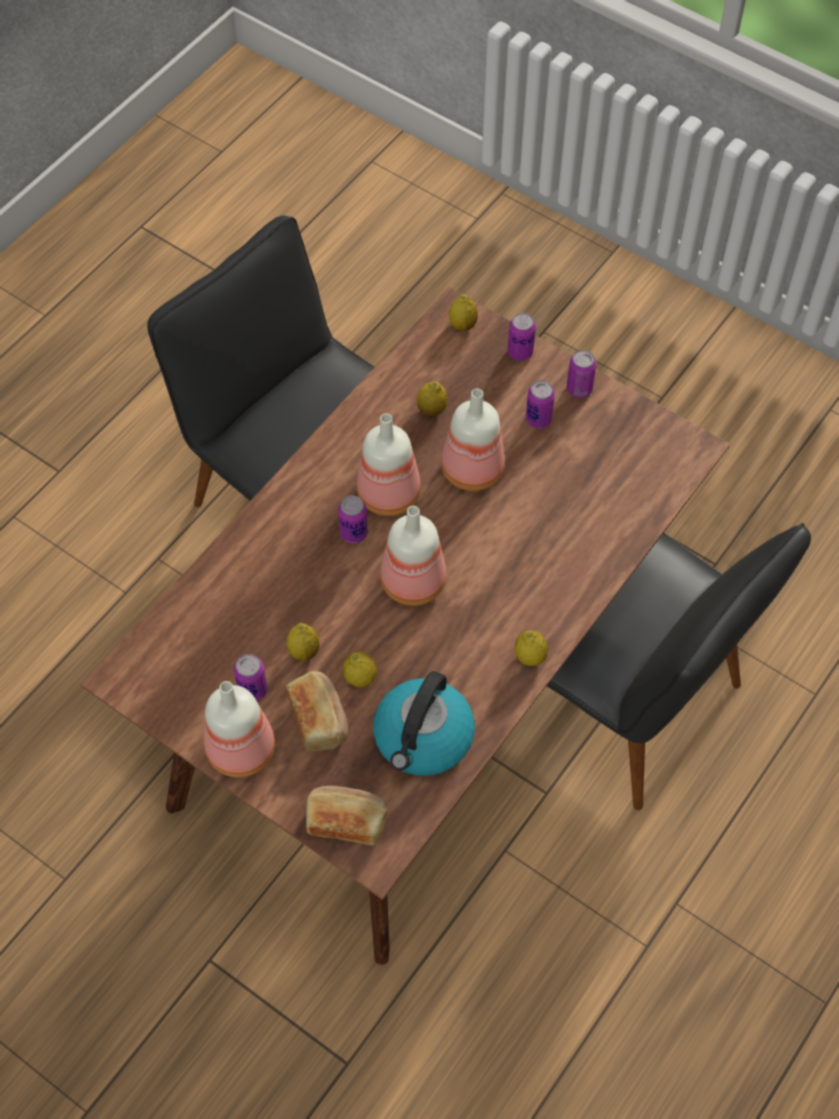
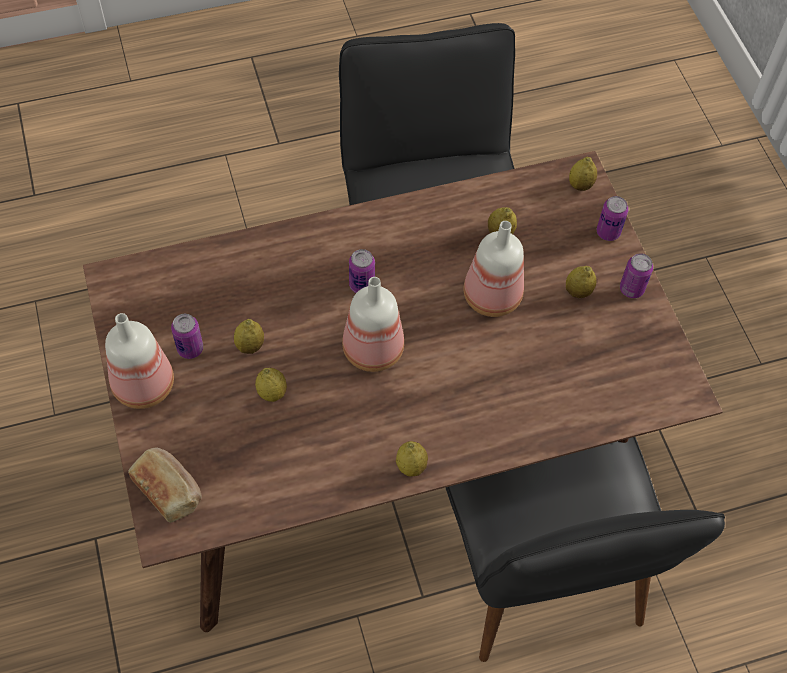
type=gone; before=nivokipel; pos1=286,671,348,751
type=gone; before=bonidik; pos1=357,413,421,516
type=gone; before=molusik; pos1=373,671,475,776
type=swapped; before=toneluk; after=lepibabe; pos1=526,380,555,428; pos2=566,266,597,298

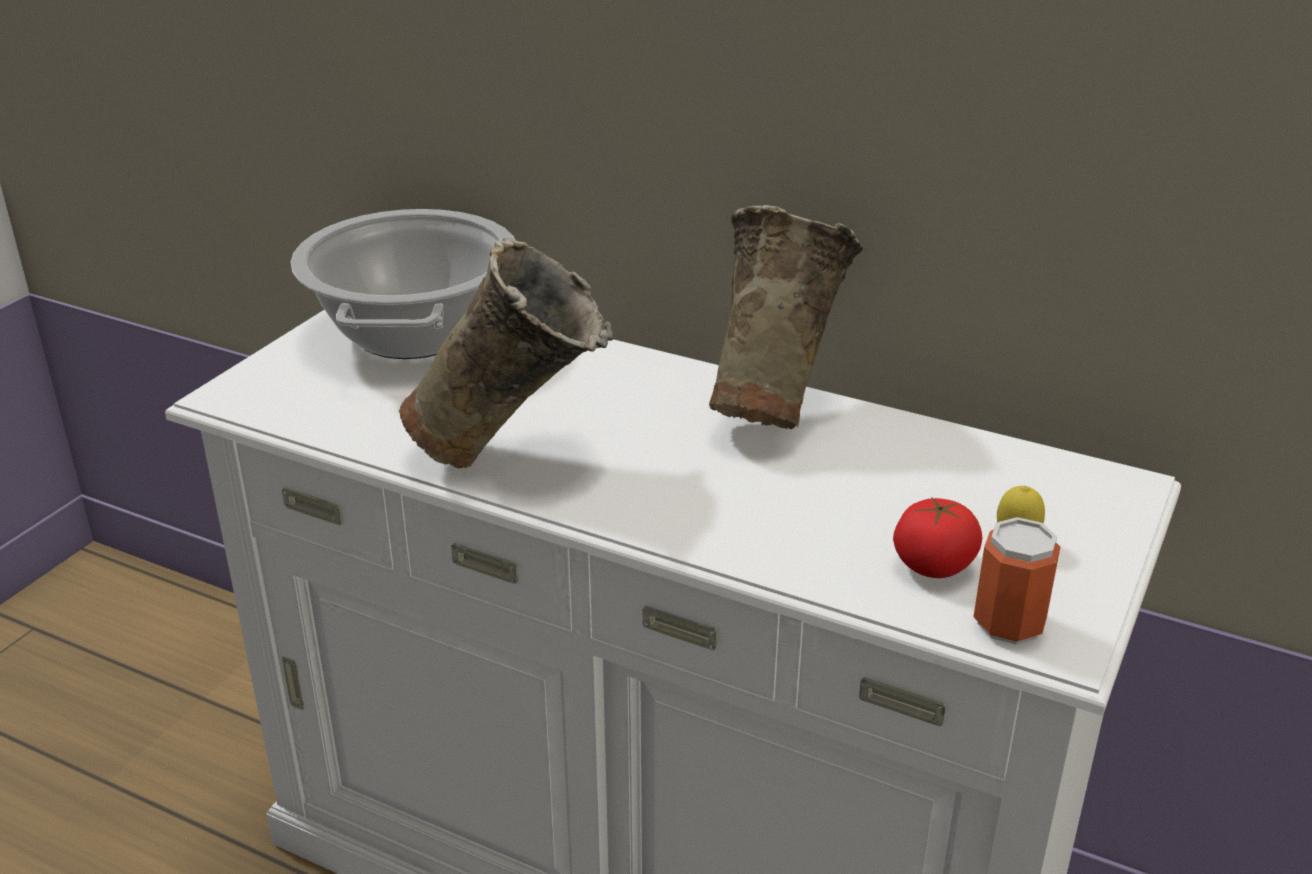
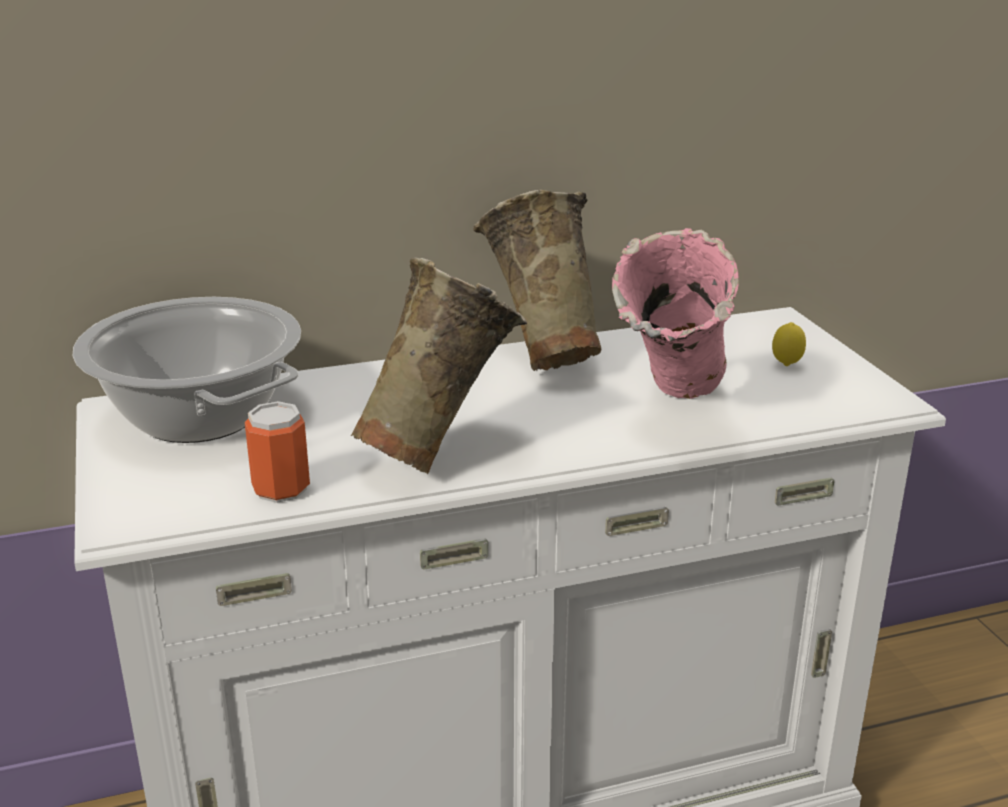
type=gone; before=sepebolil; pos1=893,497,982,578
type=shifted; before=toneluk; pos1=973,517,1060,644; pos2=245,401,310,503
type=new; after=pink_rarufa; pos2=612,228,739,399

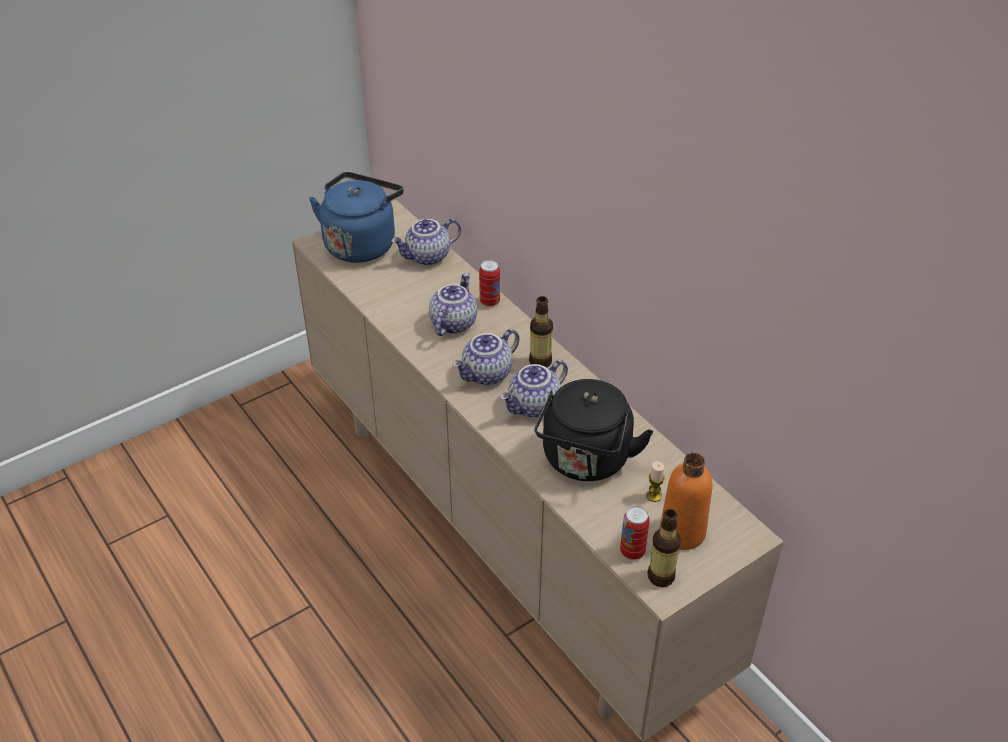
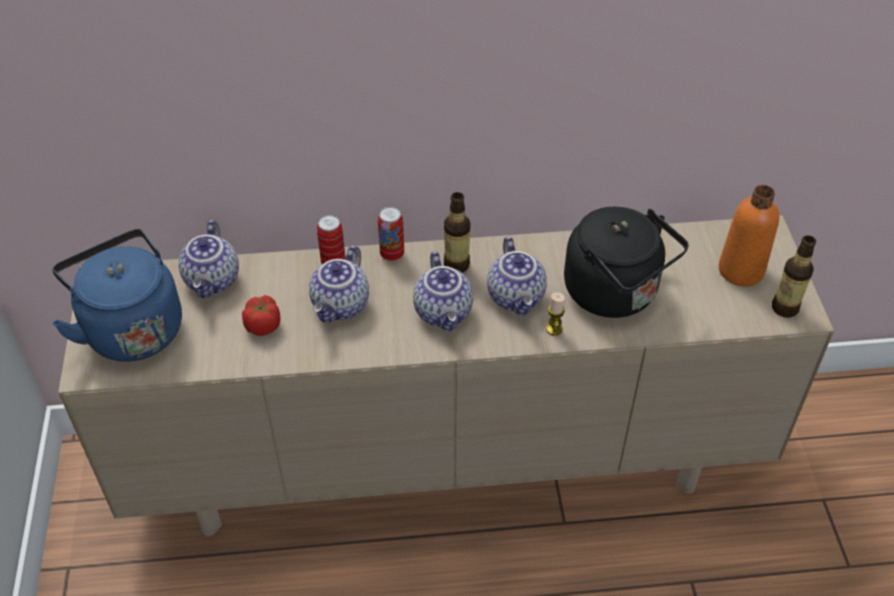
type=rotated; before=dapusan; pos1=429,273,477,336; pos2=309,245,369,322; turn=-120
type=shifted; before=toneluk; pos1=620,506,650,560; pos2=378,207,404,261
type=shifted; before=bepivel; pos1=646,461,665,502; pos2=546,292,565,335
type=new; after=sepebolil; pos2=242,295,280,336

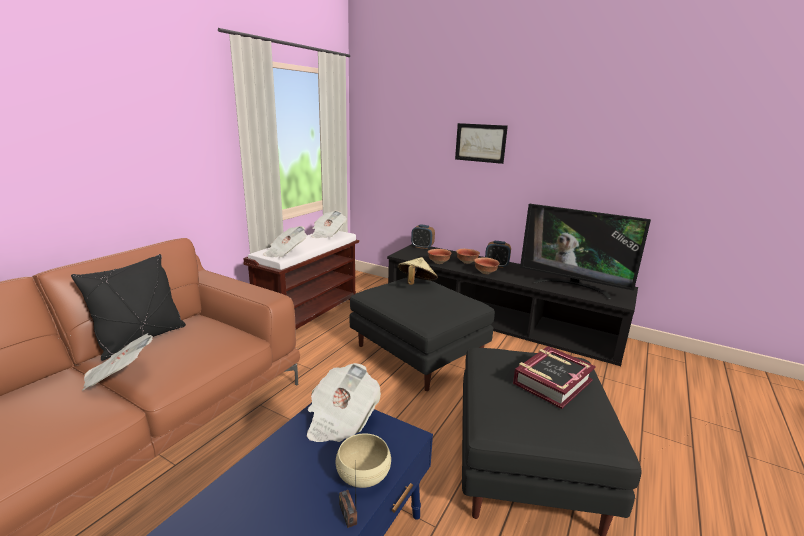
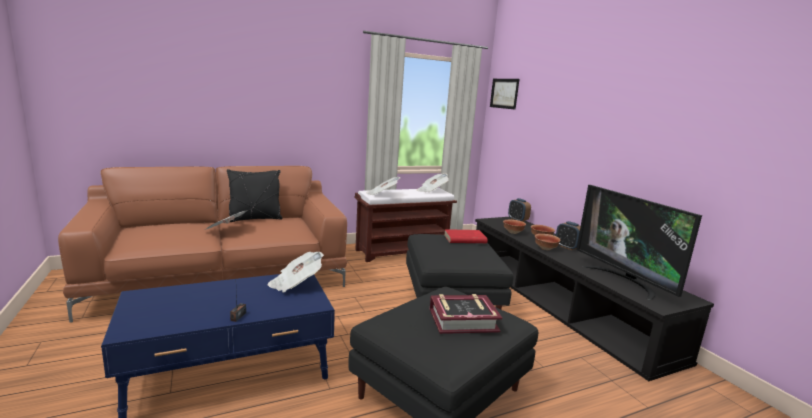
type=gone; before=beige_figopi; pos1=336,433,391,488
type=swapped; before=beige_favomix; after=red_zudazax; pos1=397,257,438,285; pos2=444,229,488,243
type=shifted; before=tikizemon; pos1=455,123,508,164; pos2=490,79,519,110

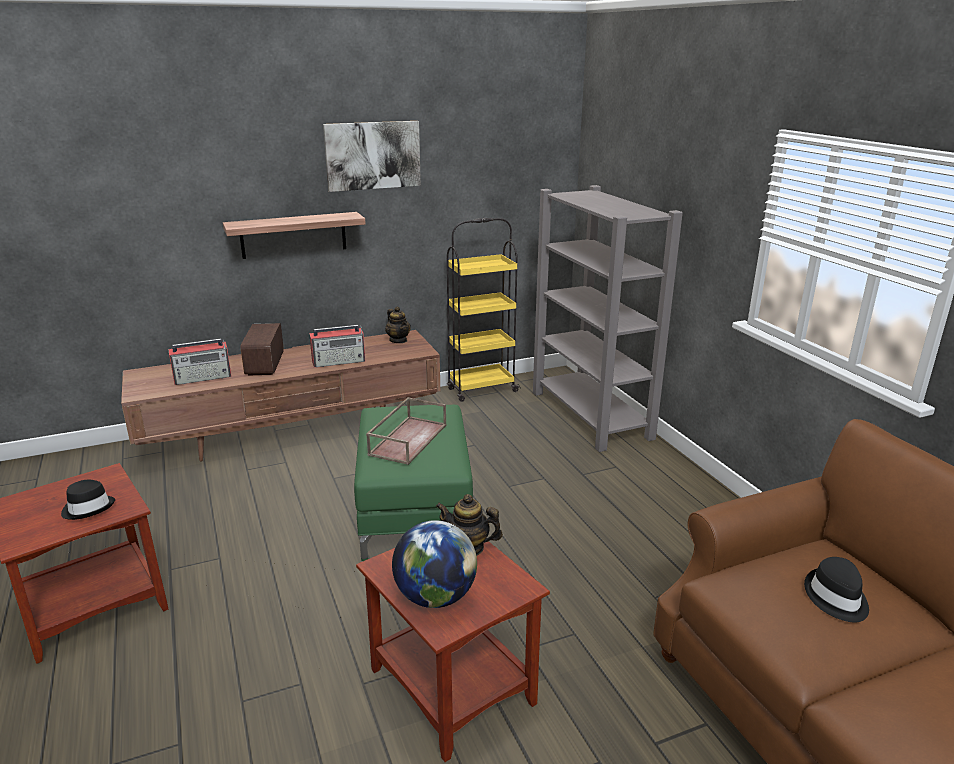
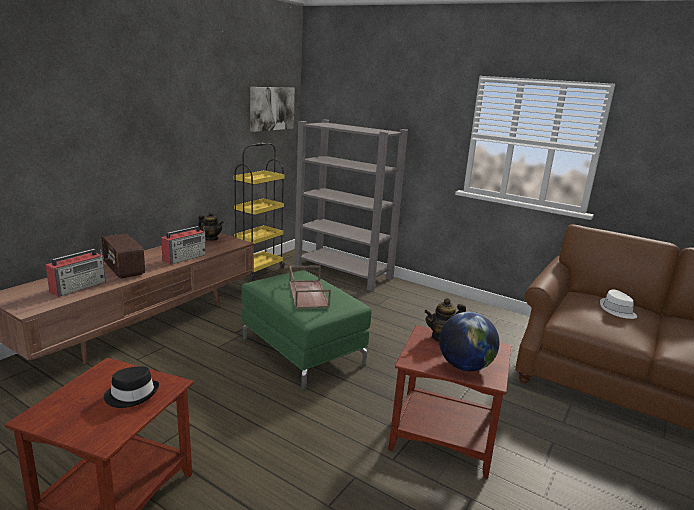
type=gone; before=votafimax; pos1=223,212,366,259
type=shifted; before=tikizemon; pos1=323,121,421,192; pos2=250,87,295,132
type=repainted; before=black_favomix; after=white_favomix; pos1=804,557,869,623; pos2=600,290,637,319

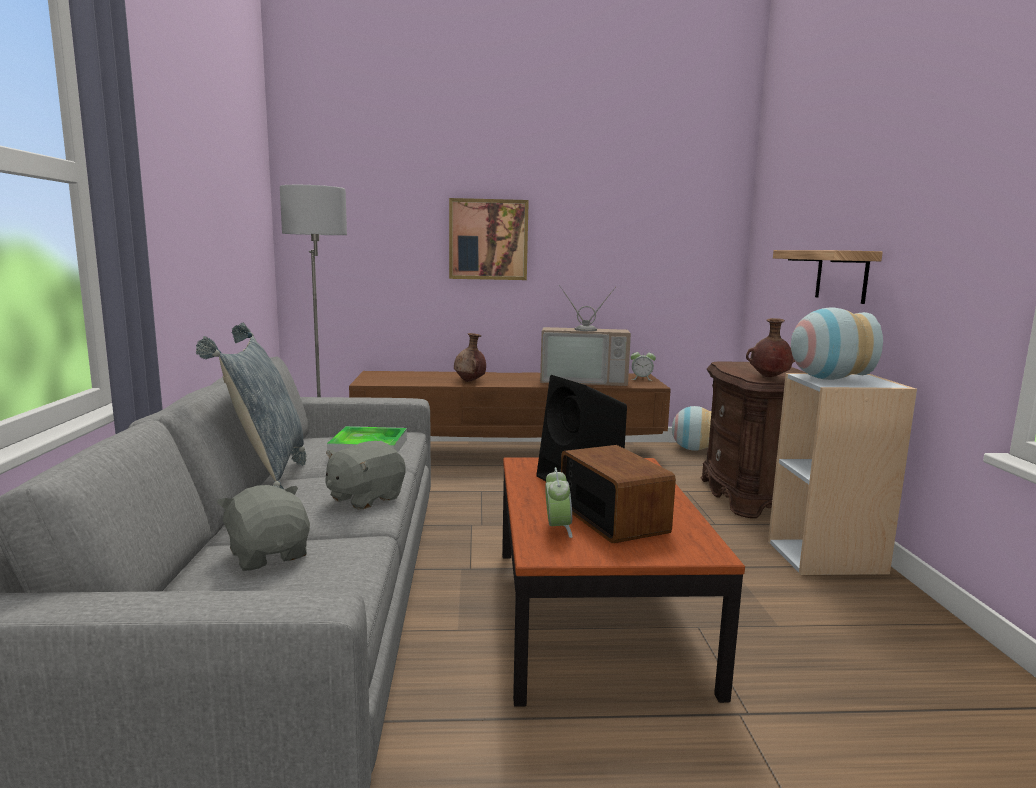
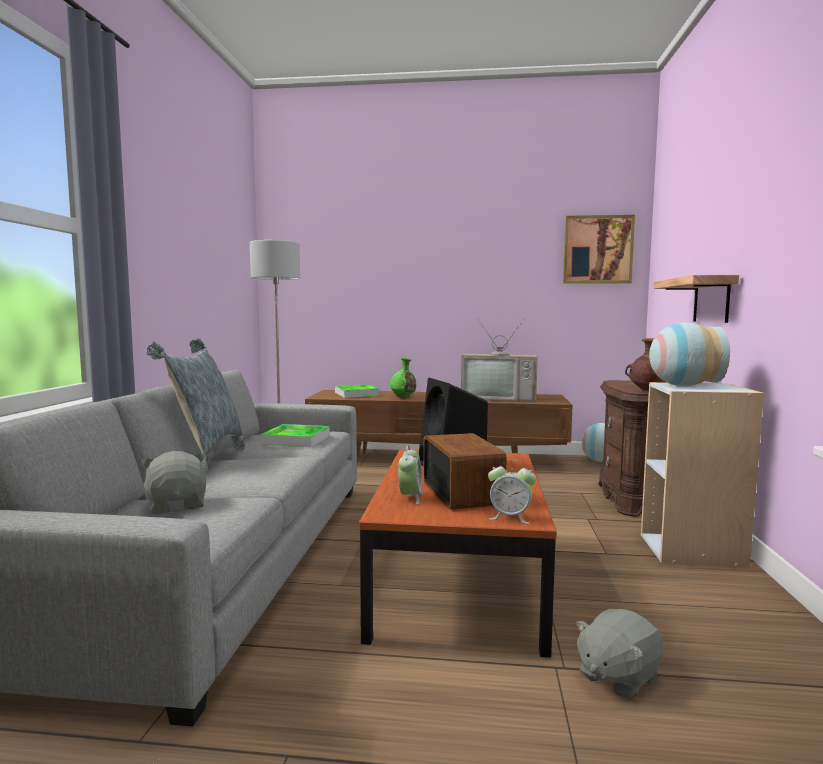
type=shifted; before=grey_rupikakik; pos1=326,441,406,510; pos2=575,609,663,700
type=shifted; before=tikizemon; pos1=449,198,529,280; pos2=563,215,635,283
type=repainted; before=brown_rarufa; after=green_rarufa; pos1=454,333,486,382; pos2=390,358,416,398
type=shifted; before=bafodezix; pos1=630,348,656,381; pos2=488,460,536,524
type=new; after=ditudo; pos2=335,384,380,398

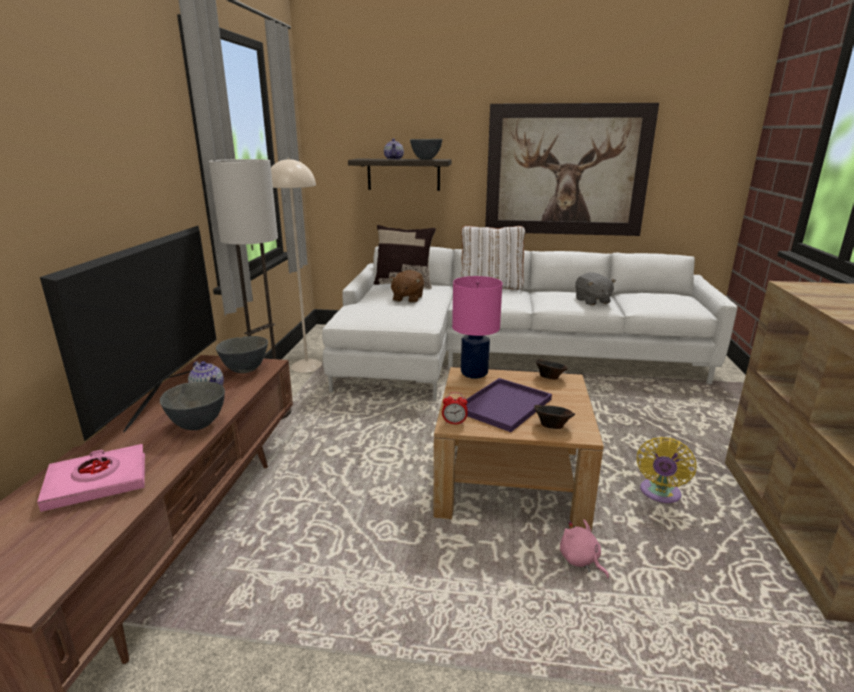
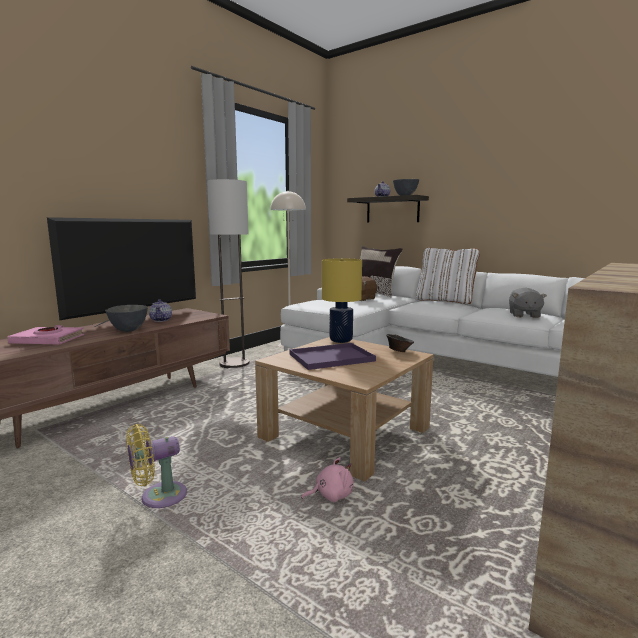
type=gone; before=grey_figopi; pos1=216,336,268,373
type=gone; before=bafodezix; pos1=442,392,468,425
type=repainted; before=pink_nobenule; after=yellow_nobenule; pos1=452,276,502,379; pos2=322,258,362,343
type=gone; before=tikizemon; pos1=485,103,659,236
type=gone; before=brown_figopi; pos1=534,405,575,429
type=rotated; before=pink_rupikakik; pos1=560,519,609,579; pos2=301,457,354,502; turn=75
type=shifted; before=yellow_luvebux; pos1=637,437,697,503; pos2=127,424,187,508

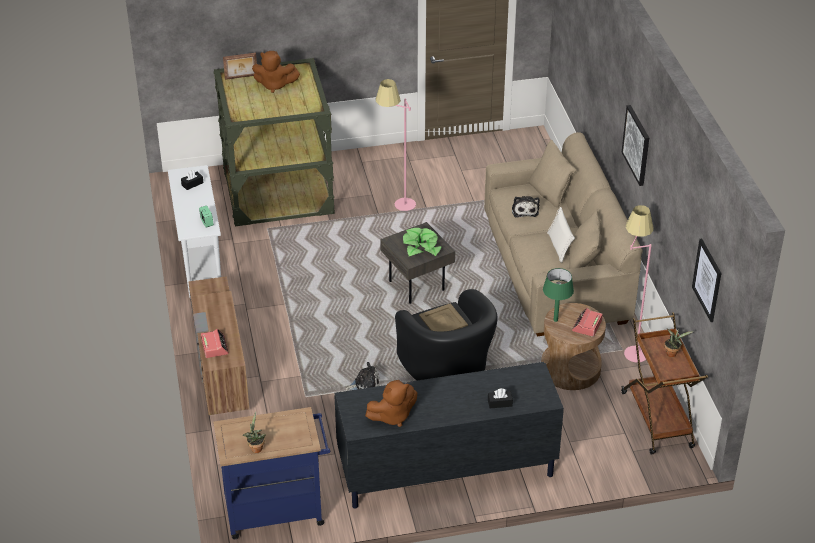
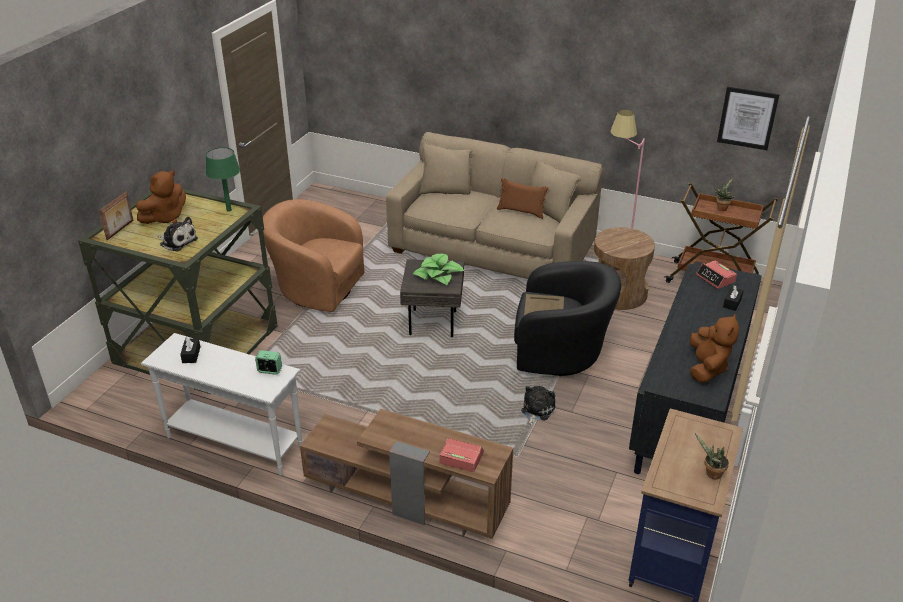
type=swapped; before=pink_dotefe; after=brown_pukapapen; pos1=376,79,416,211; pos2=263,199,364,312
type=shifted; before=rupikakik; pos1=512,196,540,218; pos2=158,217,198,251
type=shifted; before=green_nobenule; pos1=543,268,574,322; pos2=206,147,240,212
type=repainted; before=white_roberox; after=brown_roberox; pos1=546,207,575,263; pos2=497,178,549,219
type=shifted; before=bafodezix; pos1=572,308,603,337; pos2=696,260,737,289
type=gone; before=tikizemon; pos1=622,105,649,186

